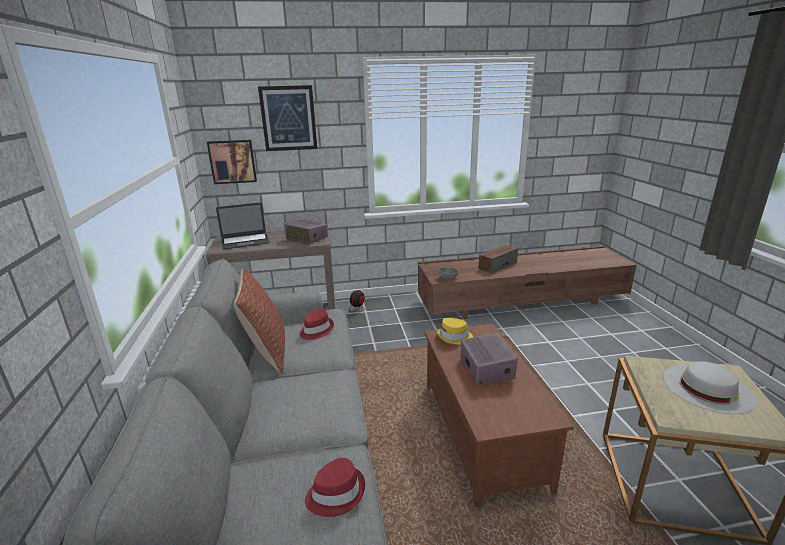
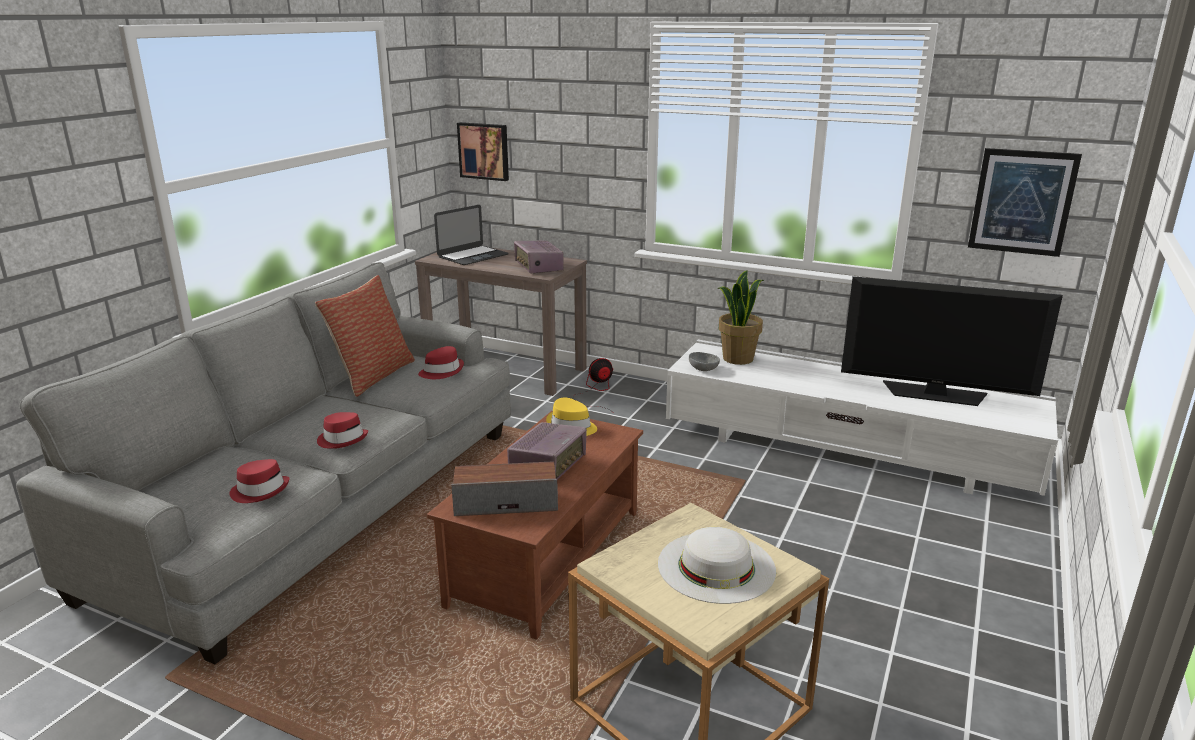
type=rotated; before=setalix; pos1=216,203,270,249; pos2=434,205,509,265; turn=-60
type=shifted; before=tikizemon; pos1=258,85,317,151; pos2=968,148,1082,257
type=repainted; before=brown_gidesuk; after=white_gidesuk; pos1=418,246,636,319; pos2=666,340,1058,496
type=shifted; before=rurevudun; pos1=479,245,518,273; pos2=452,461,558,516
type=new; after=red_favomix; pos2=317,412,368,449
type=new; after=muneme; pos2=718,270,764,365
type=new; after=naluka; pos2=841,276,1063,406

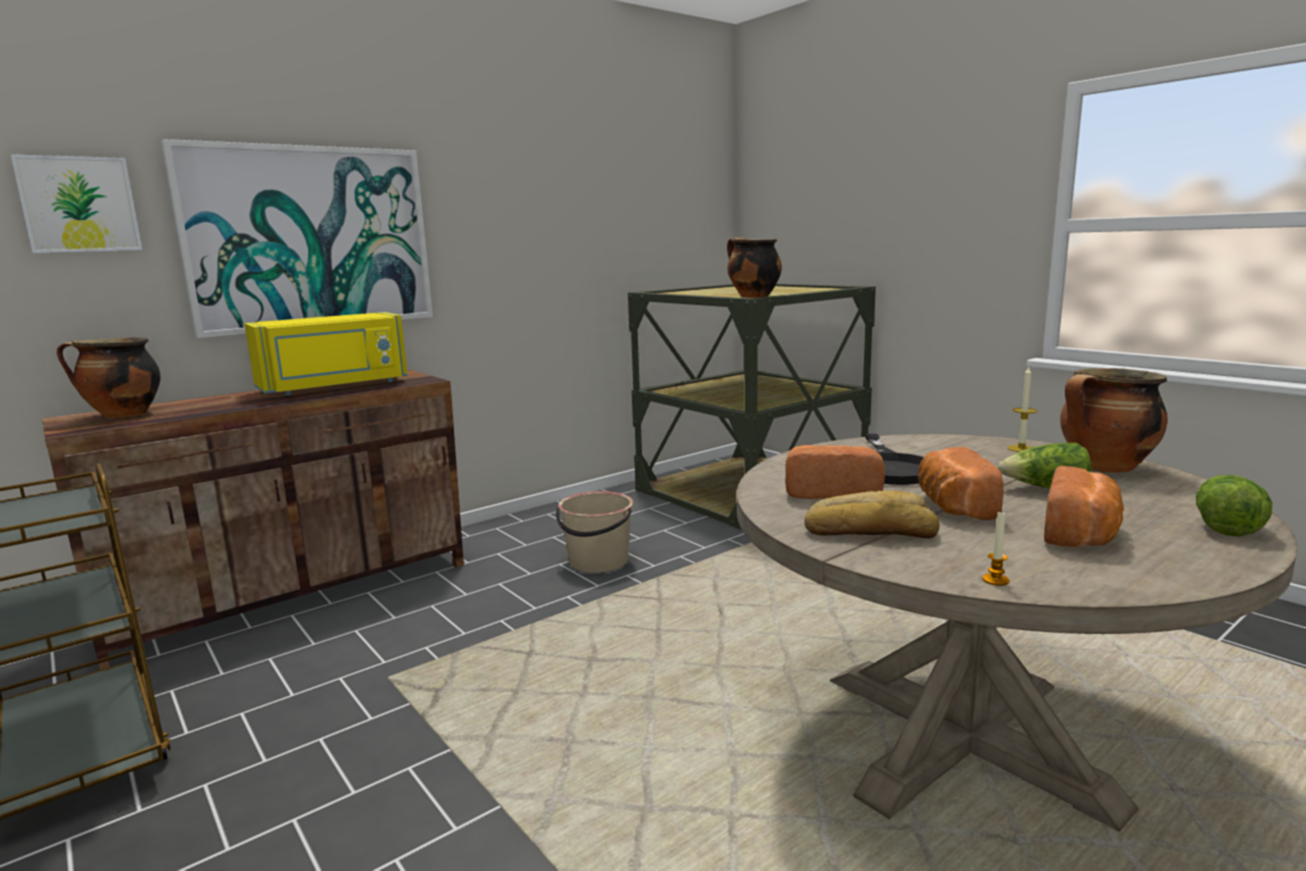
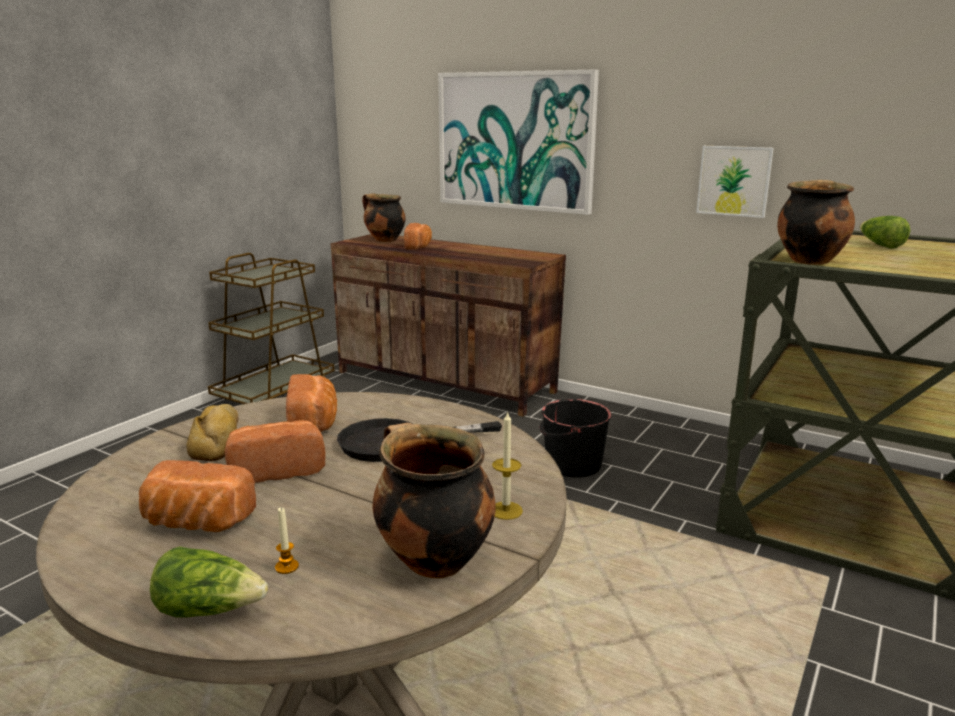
type=shifted; before=tikizemon; pos1=10,154,142,253; pos2=696,146,773,218
type=gone; before=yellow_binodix; pos1=245,312,408,396
type=repainted; before=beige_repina; after=black_repina; pos1=556,491,633,573; pos2=539,399,611,478
type=shifted; before=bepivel; pos1=982,510,1010,586; pos2=275,507,299,574
type=shifted; before=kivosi; pos1=998,443,1091,489; pos2=860,216,911,249
type=new; after=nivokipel; pos2=404,223,432,250

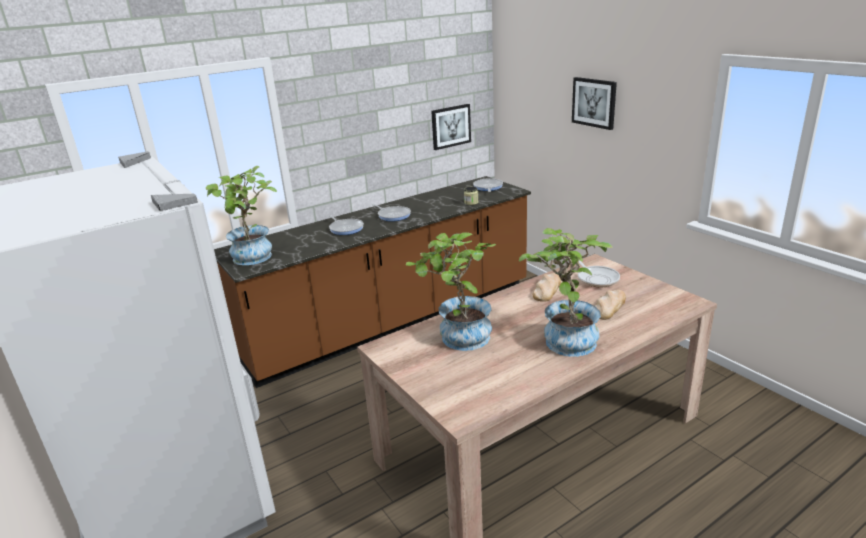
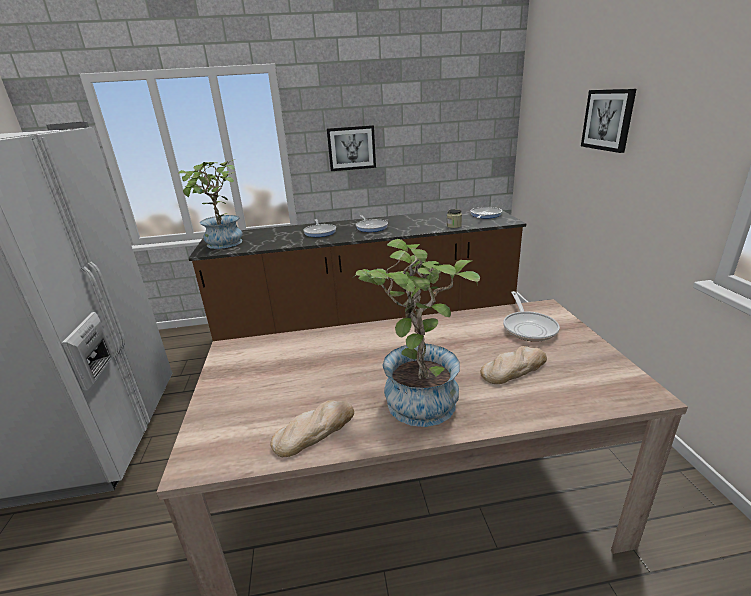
type=gone; before=muneme; pos1=406,232,496,351
type=shifted; before=tikizemon; pos1=431,104,471,150; pos2=327,125,376,171
type=shifted; before=nivokipel; pos1=532,273,561,302; pos2=270,400,354,457

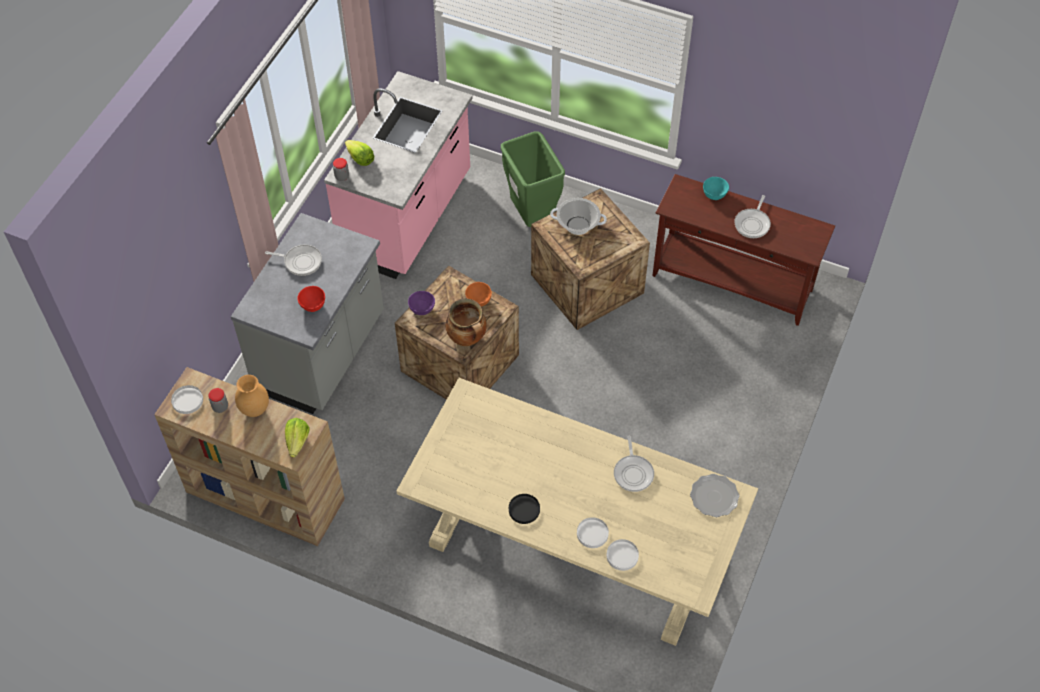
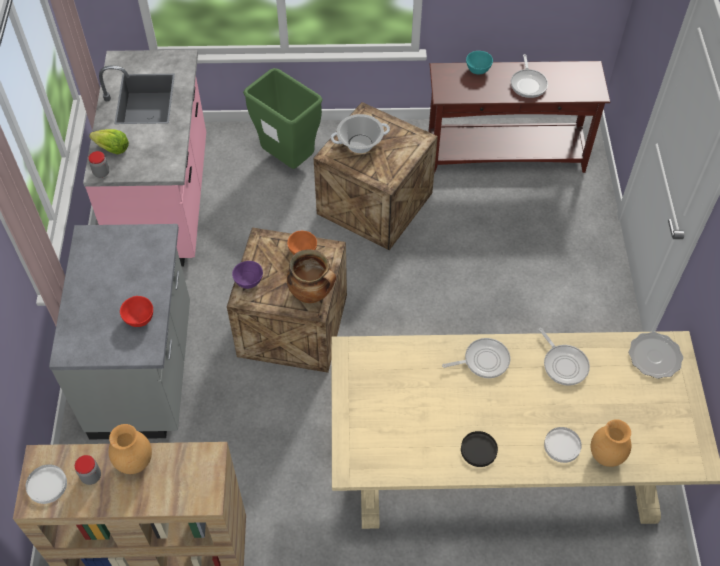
type=shifted; before=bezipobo; pos1=265,244,322,276; pos2=442,338,510,378
type=gone; before=kivosi; pos1=285,418,310,458
type=swapped; before=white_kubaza; after=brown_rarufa; pos1=607,539,639,571; pos2=591,419,631,467

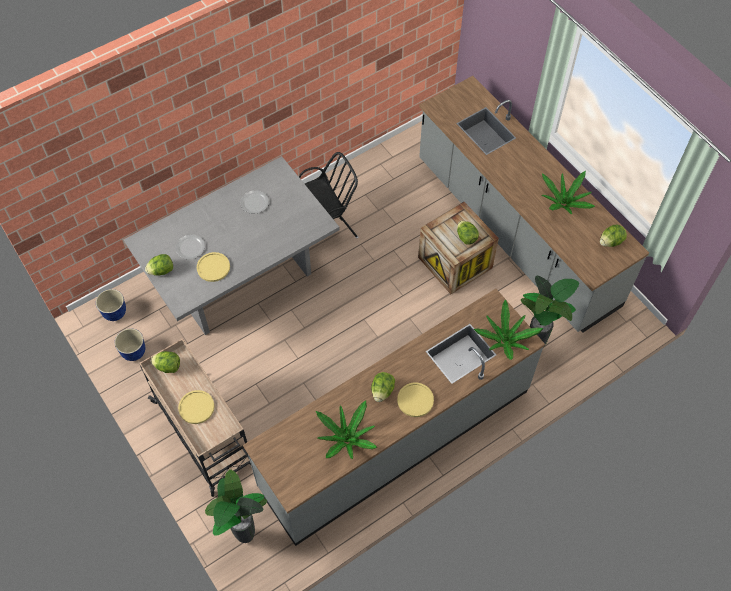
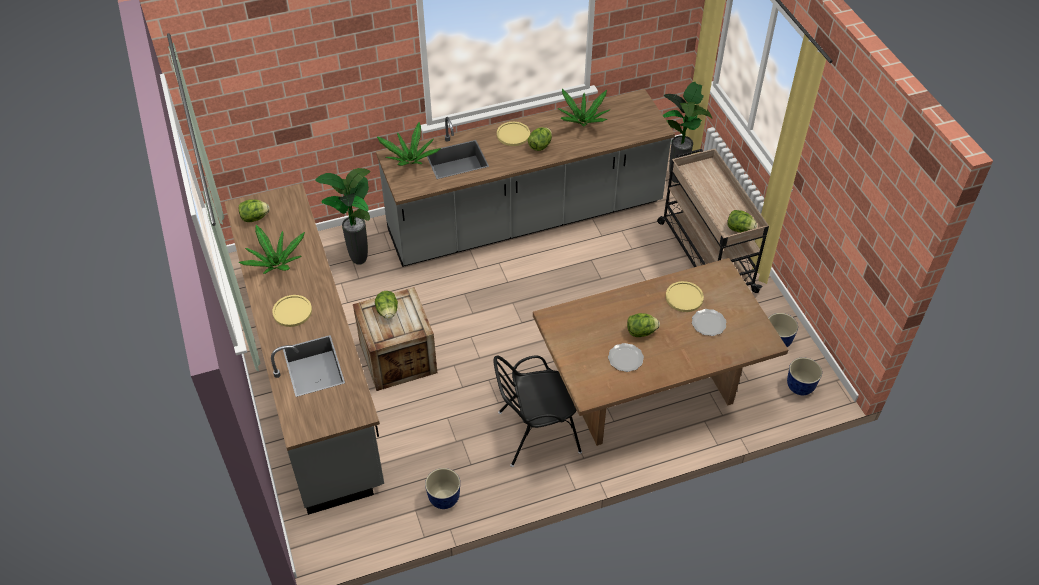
type=repainted; before=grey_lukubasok; after=brown_lukubasok; pos1=123,156,340,335; pos2=533,258,788,446
type=shifted; before=kivosi; pos1=145,254,173,276; pos2=627,313,660,337
type=shifted; before=yellow_kubaza; pos1=178,390,214,424; pos2=272,295,312,327
type=new; after=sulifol; pos2=425,468,460,509

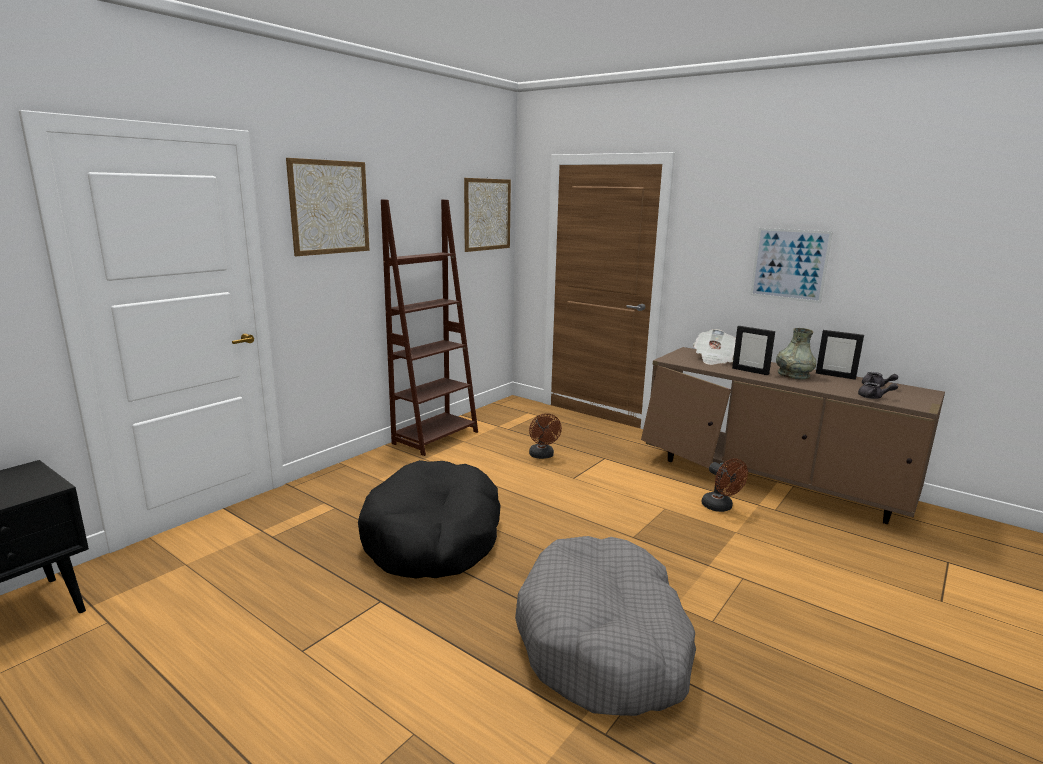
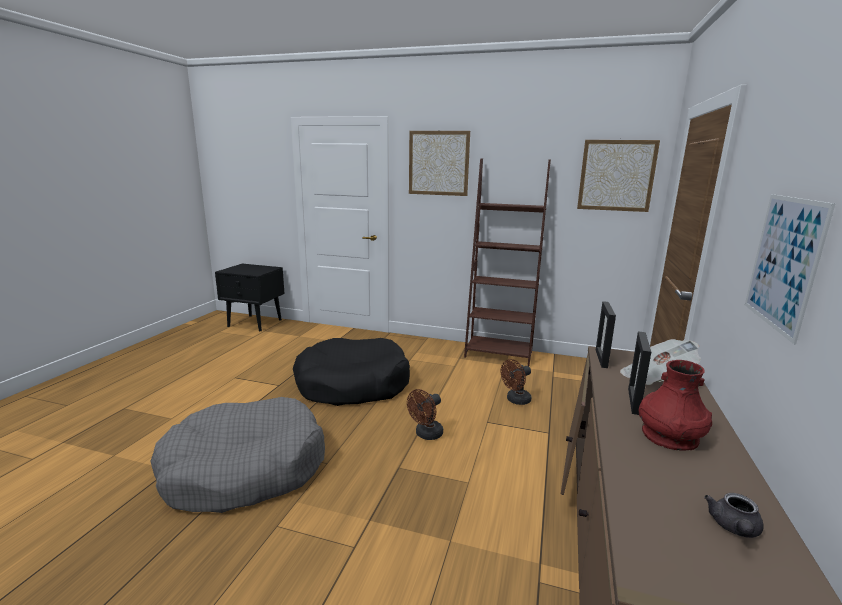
type=shifted; before=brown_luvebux; pos1=702,458,748,512; pos2=407,389,443,440
type=repainted; before=grey_rarufa; after=red_rarufa; pos1=776,328,817,380; pos2=639,360,712,451
type=shifted; before=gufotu; pos1=816,330,864,380; pos2=596,301,616,368
type=gone; before=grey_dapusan; pos1=858,382,898,399

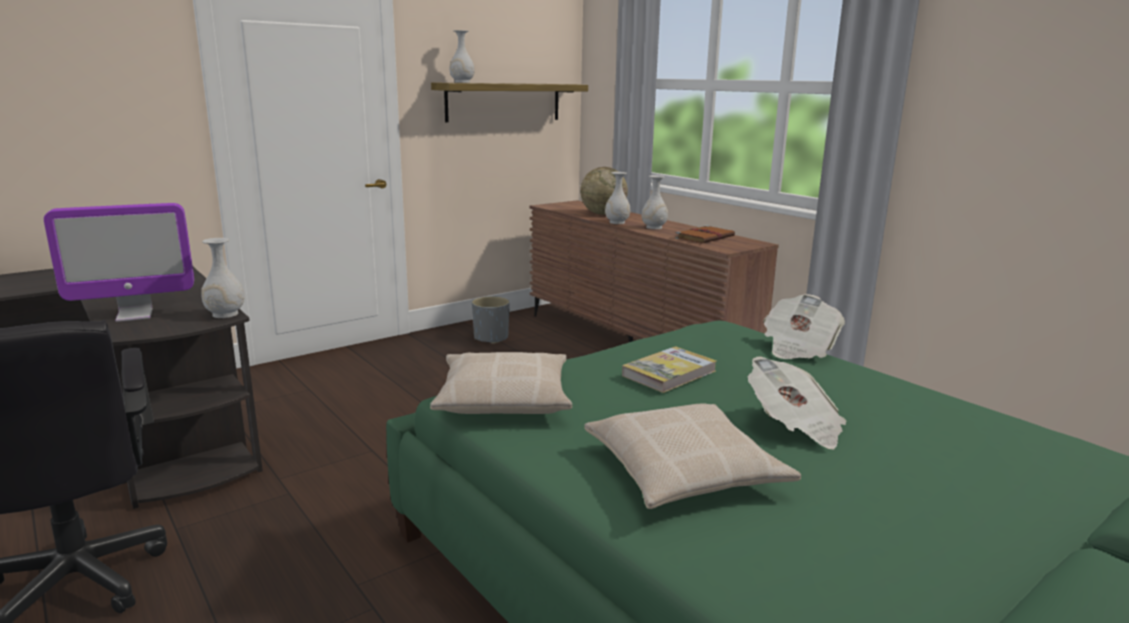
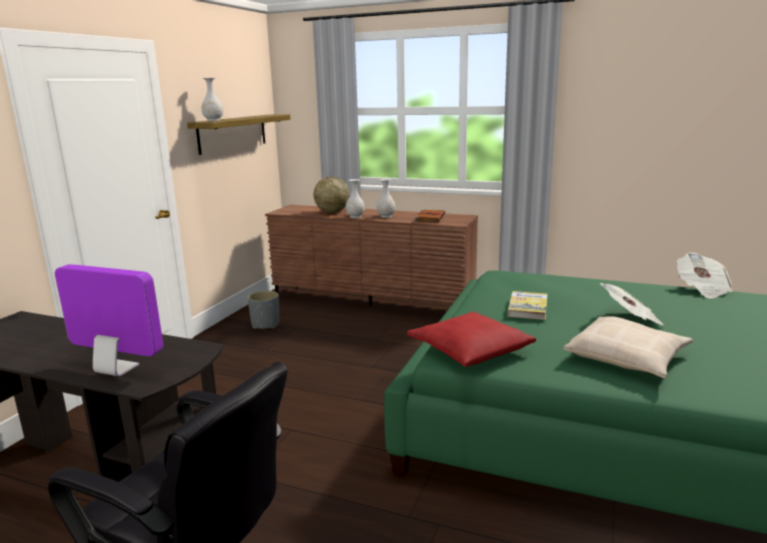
type=rotated; before=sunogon; pos1=44,203,194,322; pos2=55,264,163,376; turn=-105
type=gone; before=white_rarufa; pos1=201,238,245,318
type=repainted; before=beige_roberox; after=red_roberox; pos1=430,352,572,414; pos2=407,311,536,367
type=shifted; before=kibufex; pos1=763,294,845,359; pos2=677,253,733,298

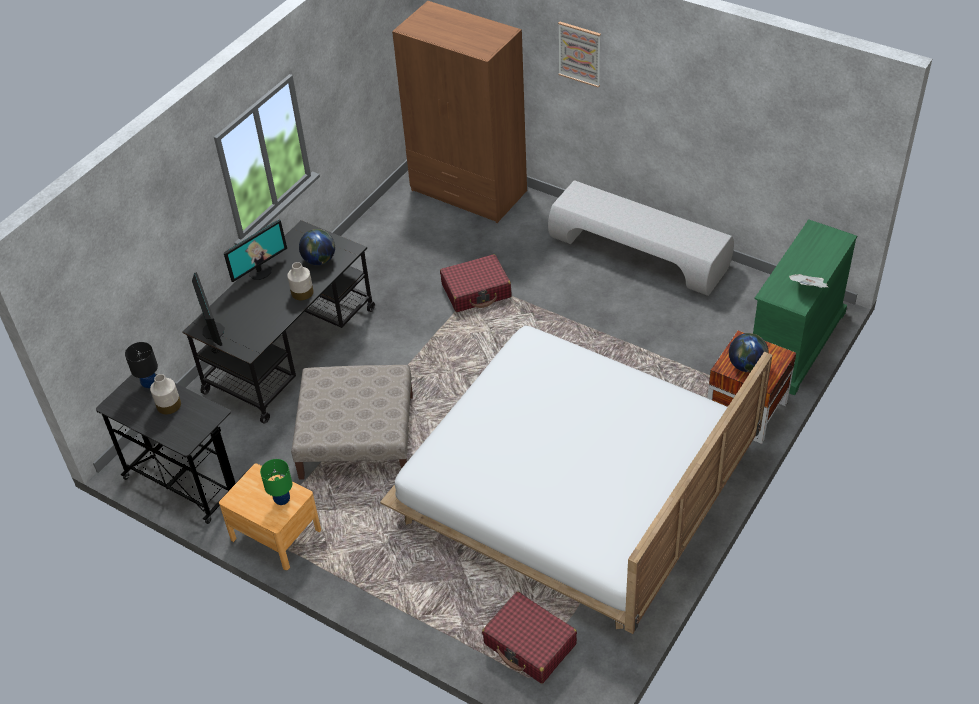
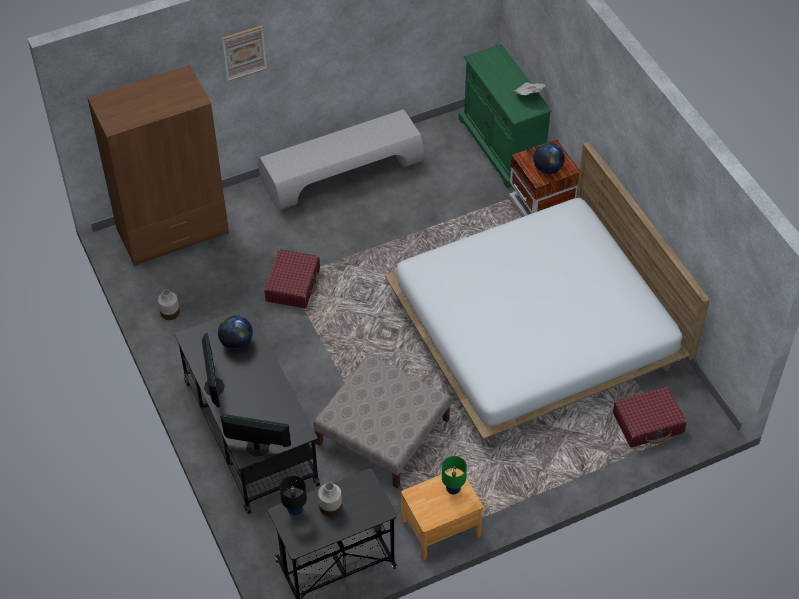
type=shifted; before=beige_rarufa; pos1=287,262,314,300; pos2=158,289,180,320

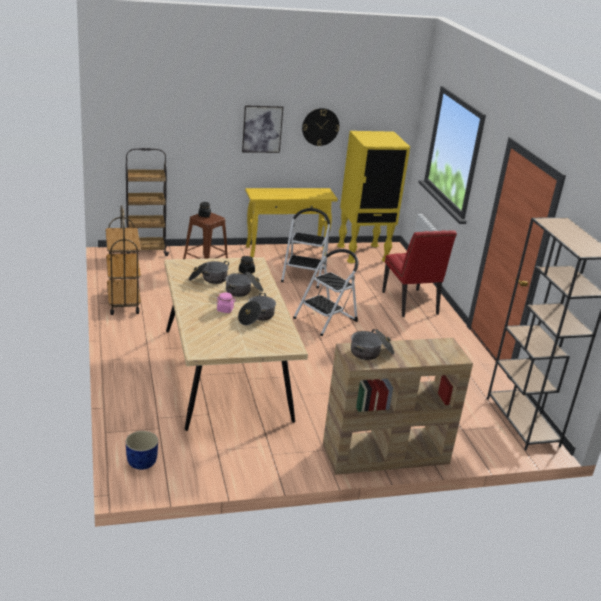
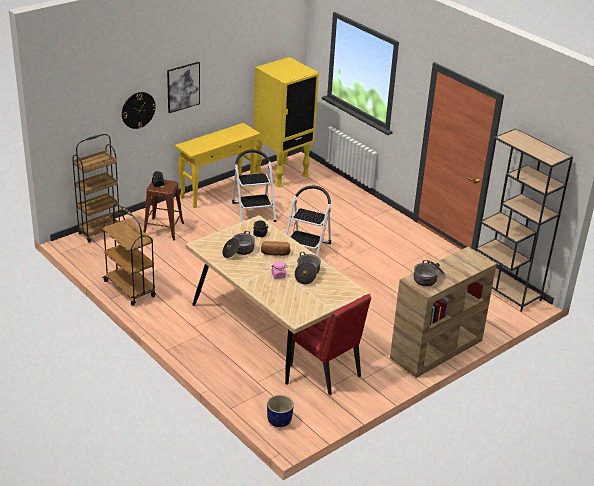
type=swapped; before=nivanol; after=nivokipel; pos1=226,272,263,297; pos2=261,241,290,256
type=shifted; before=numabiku; pos1=302,108,339,146; pos2=122,92,156,129
type=shifted; before=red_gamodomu; pos1=382,230,457,317; pos2=290,294,372,395

